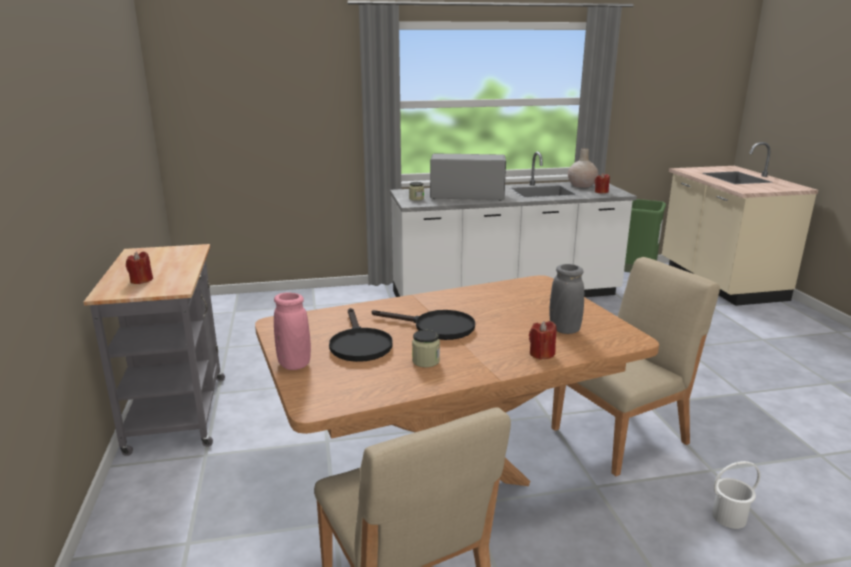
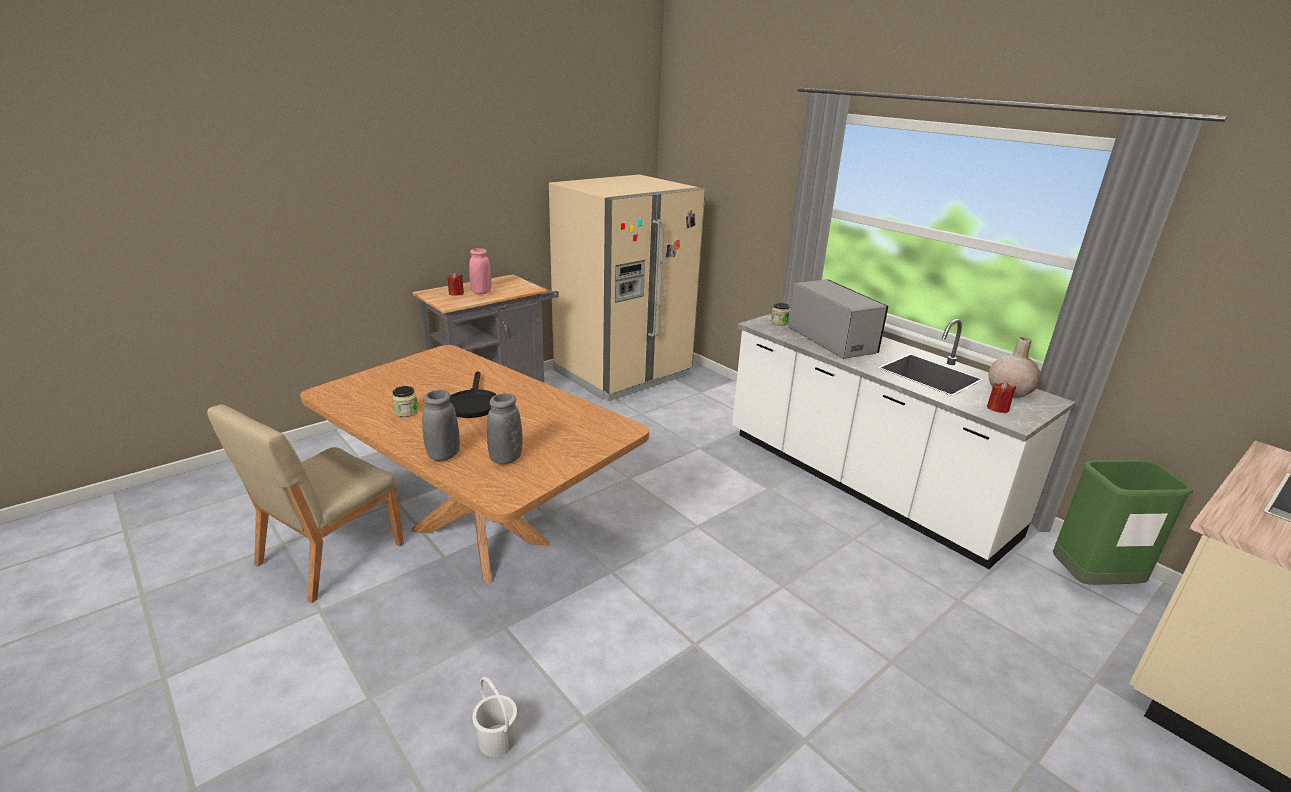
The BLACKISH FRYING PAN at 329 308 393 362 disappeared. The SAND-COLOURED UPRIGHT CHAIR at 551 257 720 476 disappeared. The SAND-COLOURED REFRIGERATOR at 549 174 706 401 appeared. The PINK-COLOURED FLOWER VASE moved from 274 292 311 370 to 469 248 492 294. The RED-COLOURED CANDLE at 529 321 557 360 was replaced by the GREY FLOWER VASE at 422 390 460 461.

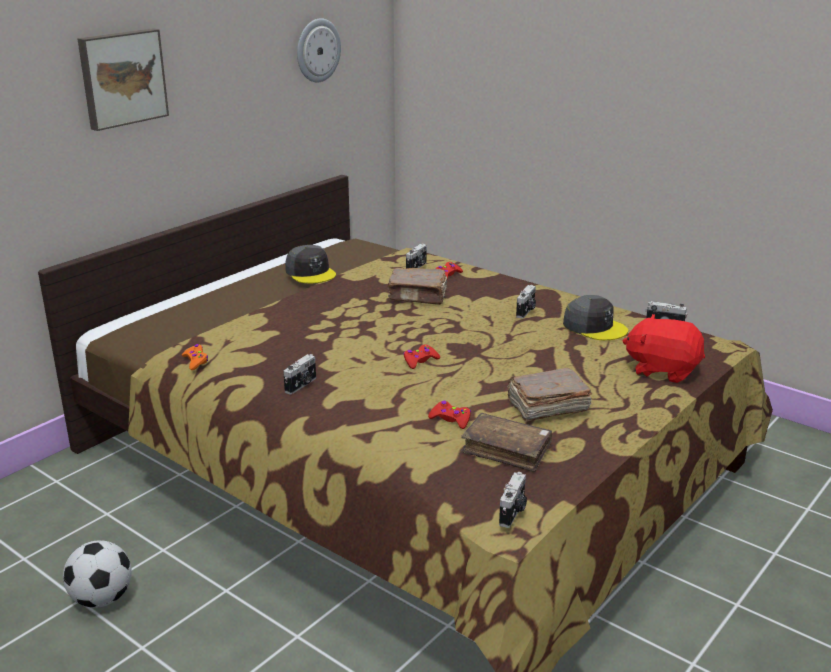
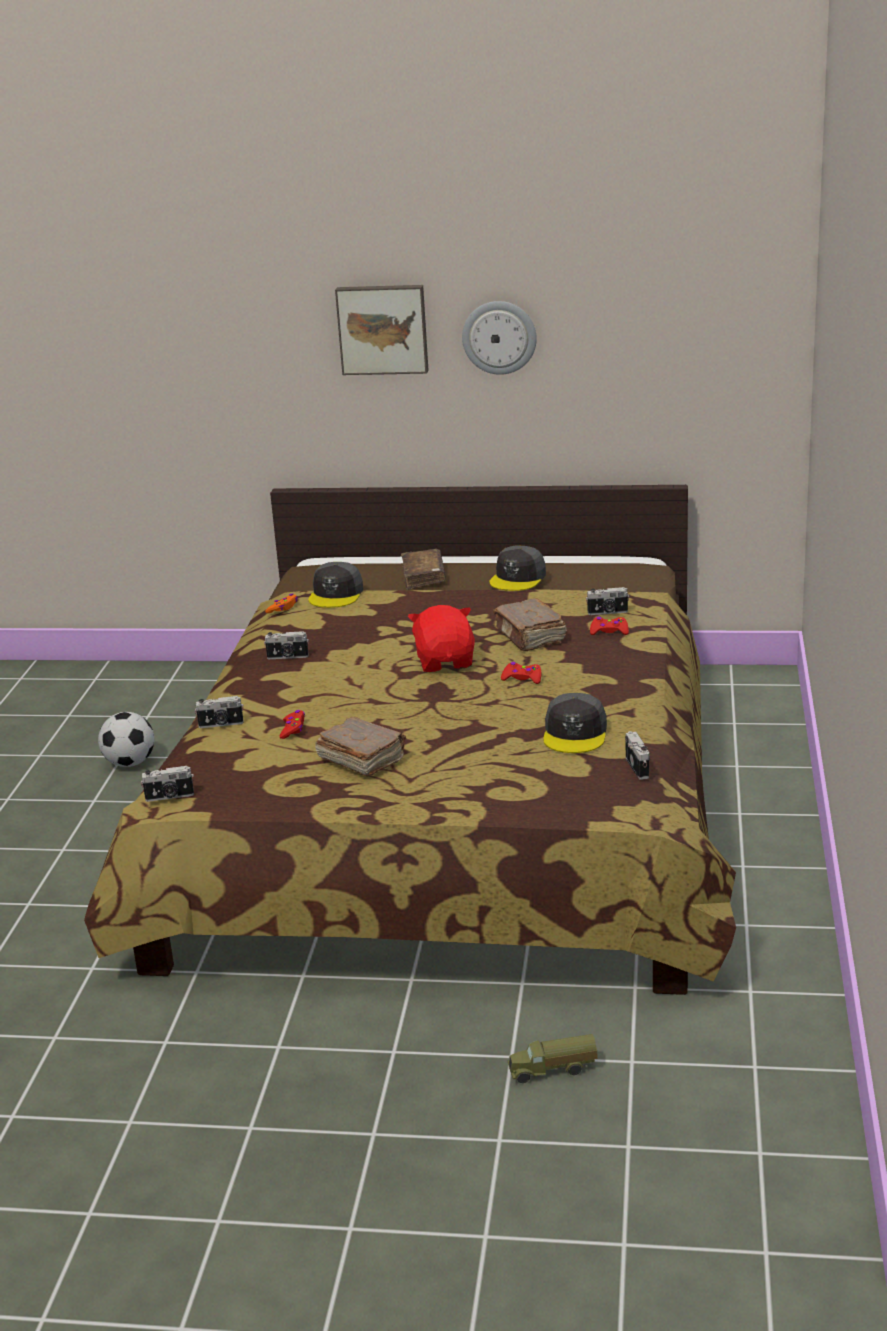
The GREY CAP at 308 562 363 608 appeared. The TOY LORRY at 507 1034 597 1083 appeared. The HANGING CLOCK moved from 297 18 341 82 to 462 301 537 375. The RED-COLOURED GAMEPAD moved from 403 344 440 369 to 501 662 541 684. The BROWN BOOK moved from 461 413 552 472 to 401 549 446 590. The STILL CAMERA moved from 516 285 536 318 to 195 696 243 728. The RED-COLOURED SOFT TOY moved from 623 314 705 383 to 408 605 475 672.

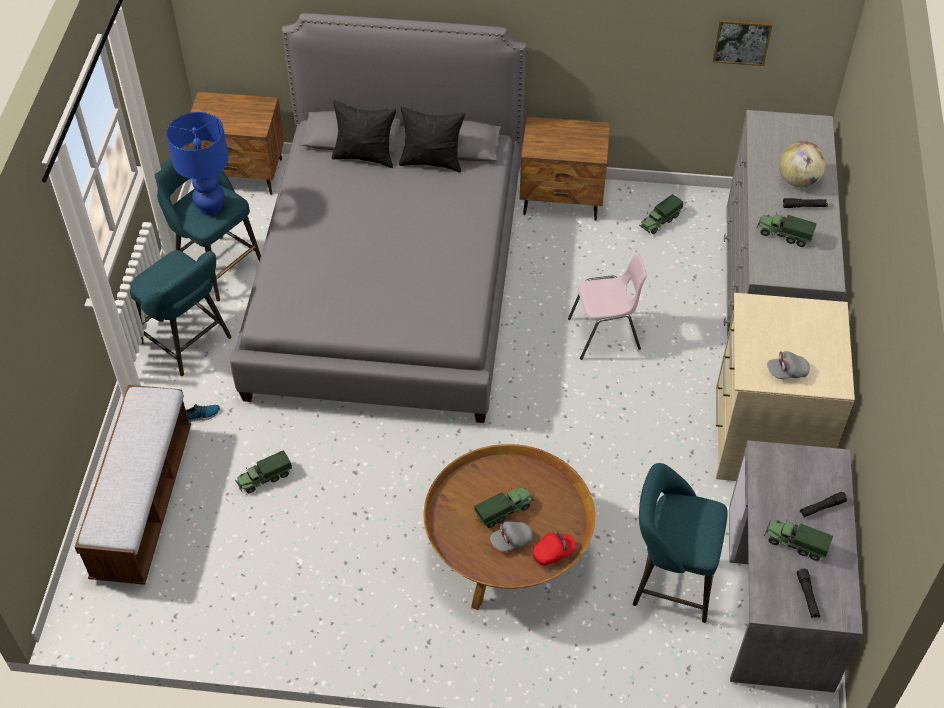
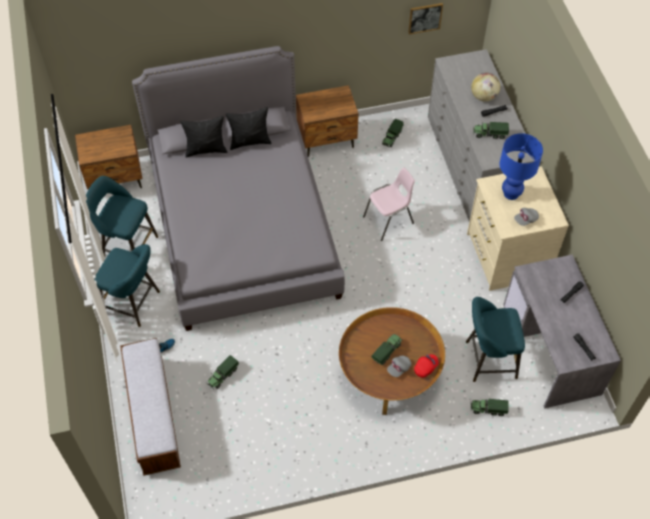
The BLUE-COLOURED TABLETOP LAMP moved from 166 112 229 215 to 500 133 543 200. The TOY LORRY moved from 764 519 833 561 to 471 399 509 416.

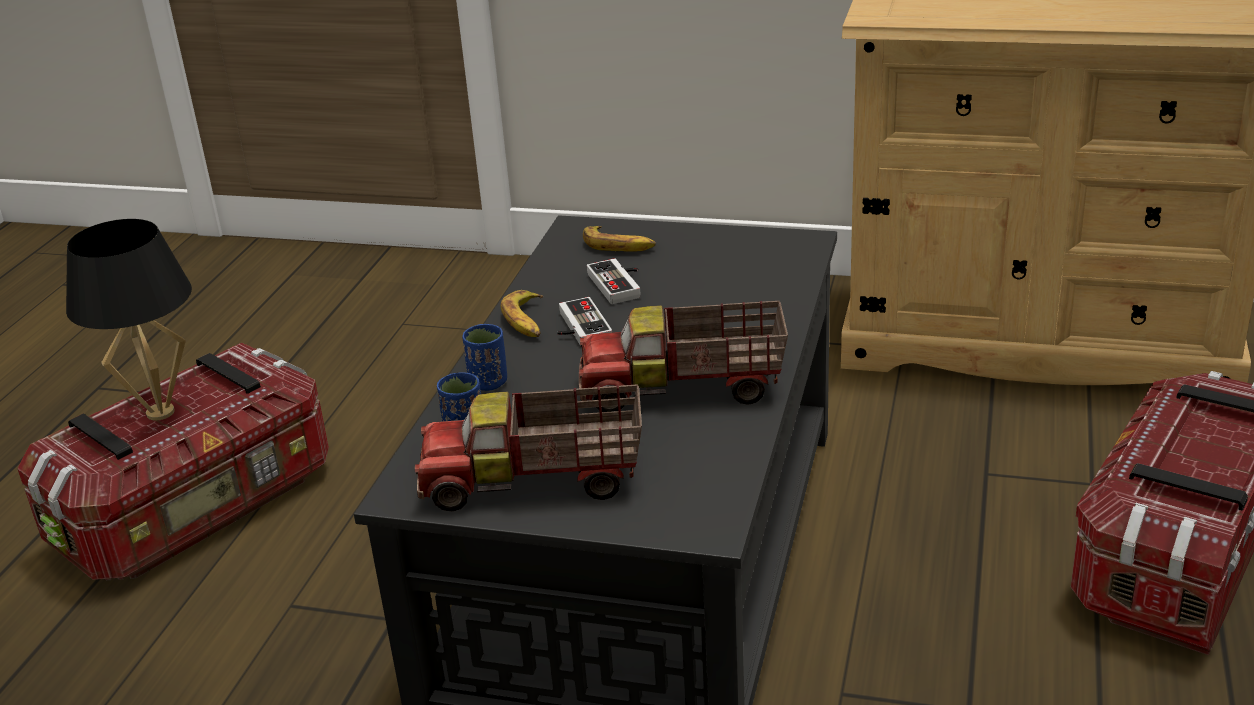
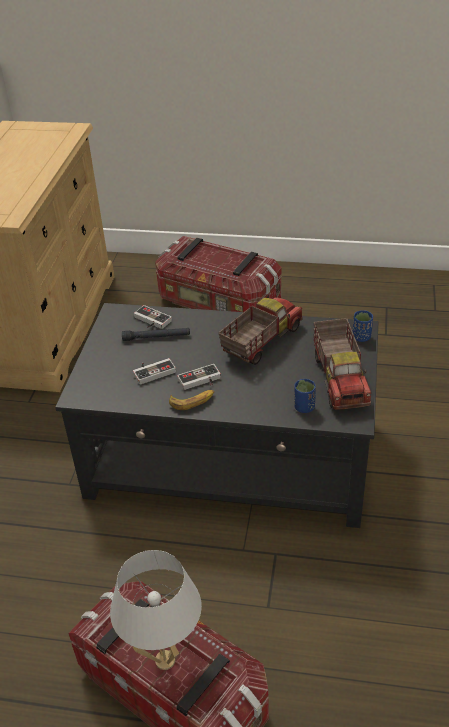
The BANANA FRUIT at 583 226 656 252 disappeared. The BLACKISH TORCH at 122 328 190 341 appeared. The GAMEPAD at 134 305 172 329 appeared. The BLUE-COLOURED DRINKING CUP moved from 462 324 507 391 to 353 310 373 342. The BLACKISH TABLETOP LAMP at 66 219 192 420 became the WHITISH TABLETOP LAMP at 110 550 202 670. The TOY LORRY at 579 301 788 412 turned 135 degrees counterclockwise.

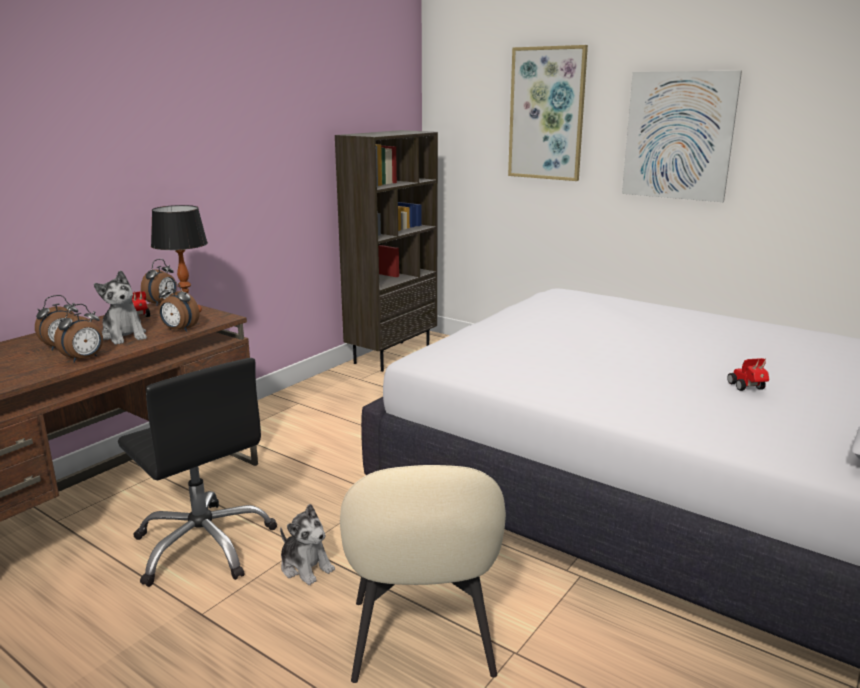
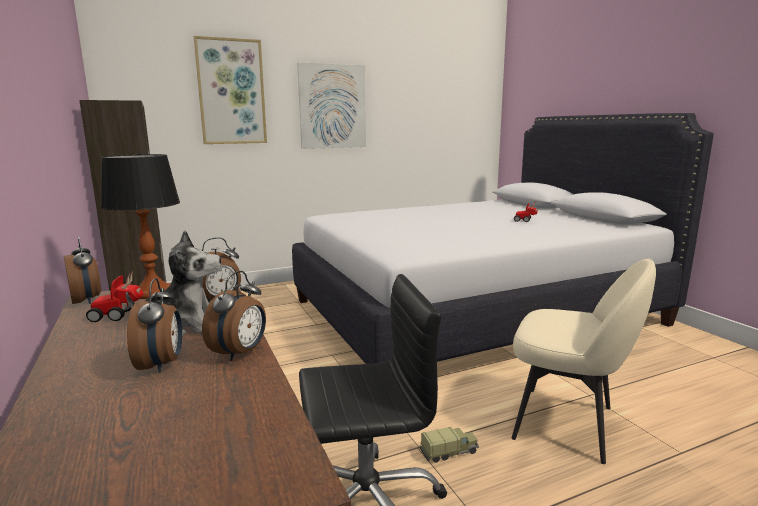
The SOFT TOY at 280 504 335 585 was replaced by the TOY LORRY at 420 427 479 463. The TABLE CLOCK at 54 304 103 363 turned 45 degrees clockwise.

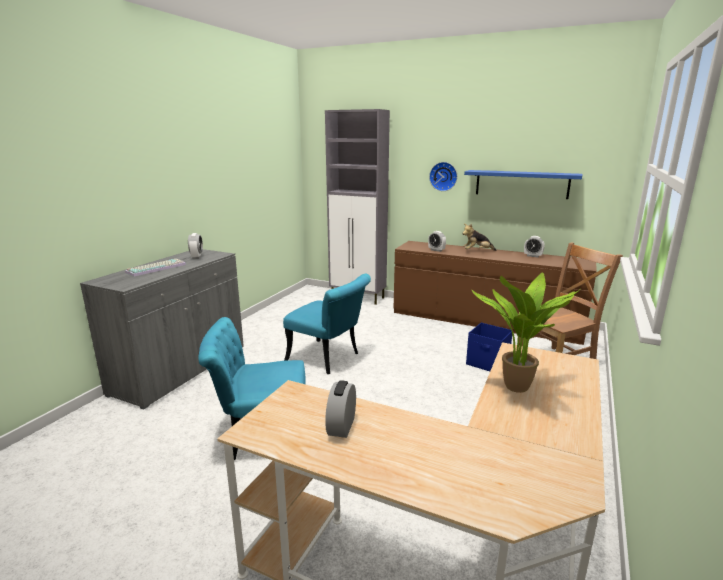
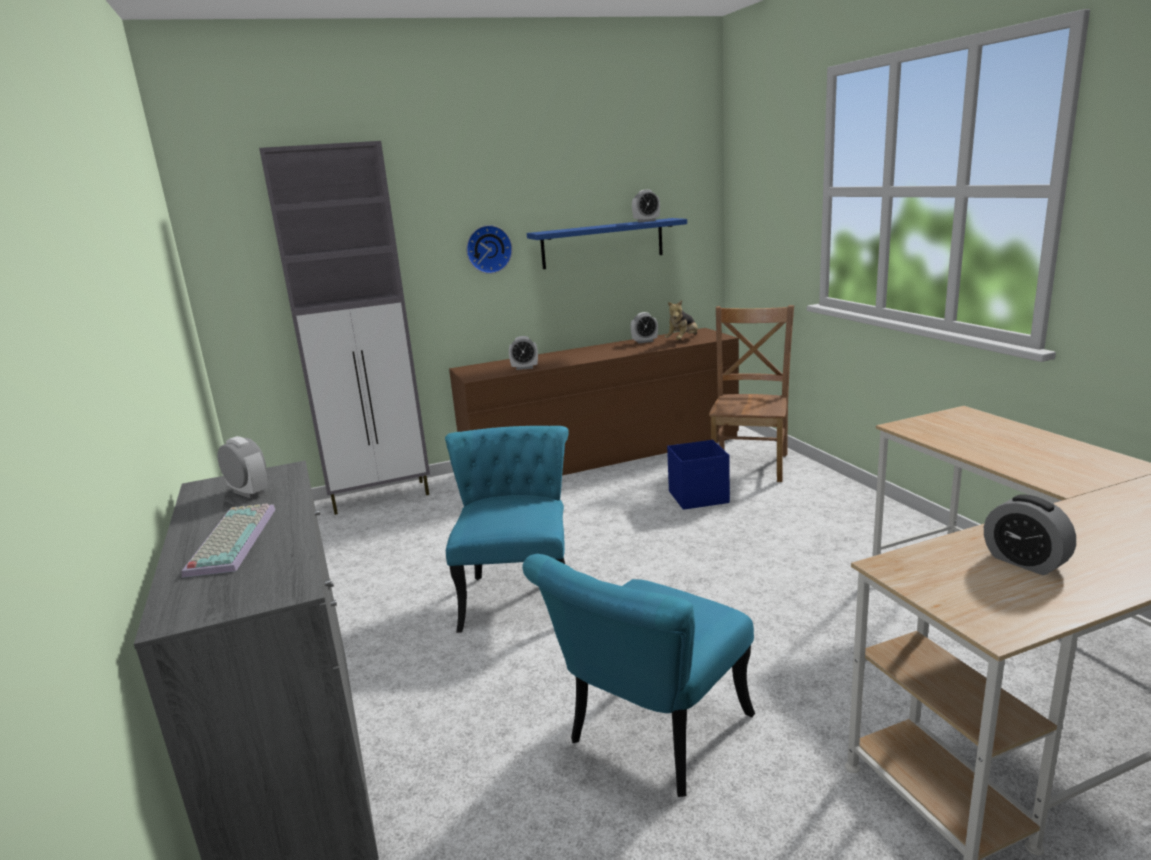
The PLANT IN A POT at 471 272 579 393 disappeared. The TABLE CLOCK at 632 190 660 222 appeared. The SOFT TOY moved from 462 224 496 251 to 665 300 698 340. The BLUE-GREEN UPRIGHT CHAIR at 283 274 371 374 turned 75 degrees counterclockwise.

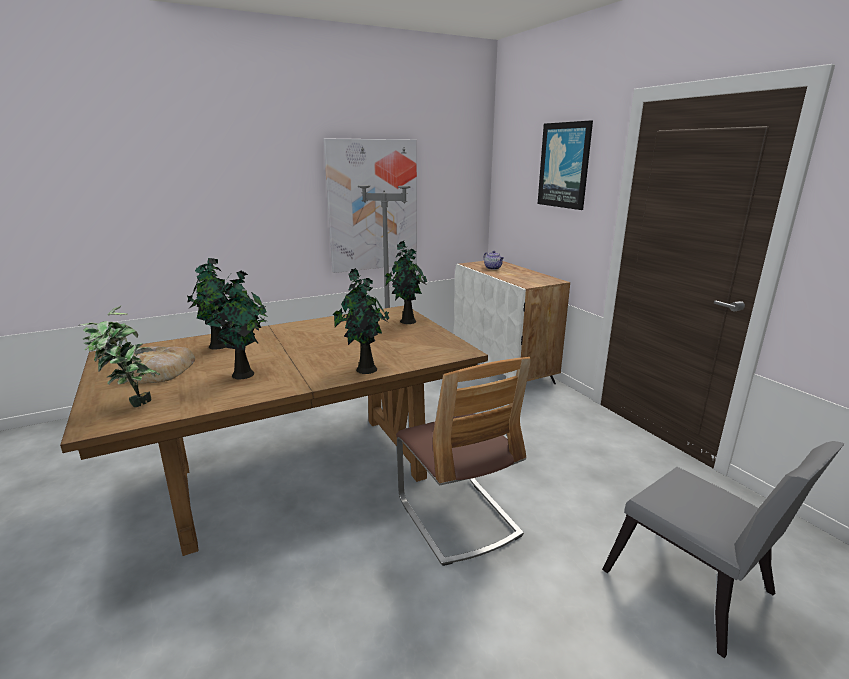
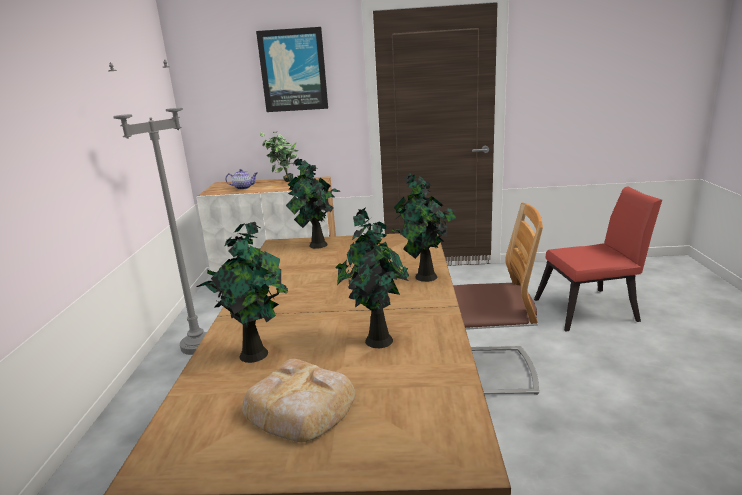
The WALL ART at 323 139 417 273 disappeared. The PLANT IN A POT moved from 78 305 160 407 to 260 131 298 182. The GREY UPRIGHT CHAIR at 602 441 845 658 became the RED-COLOURED UPRIGHT CHAIR at 534 186 662 331.

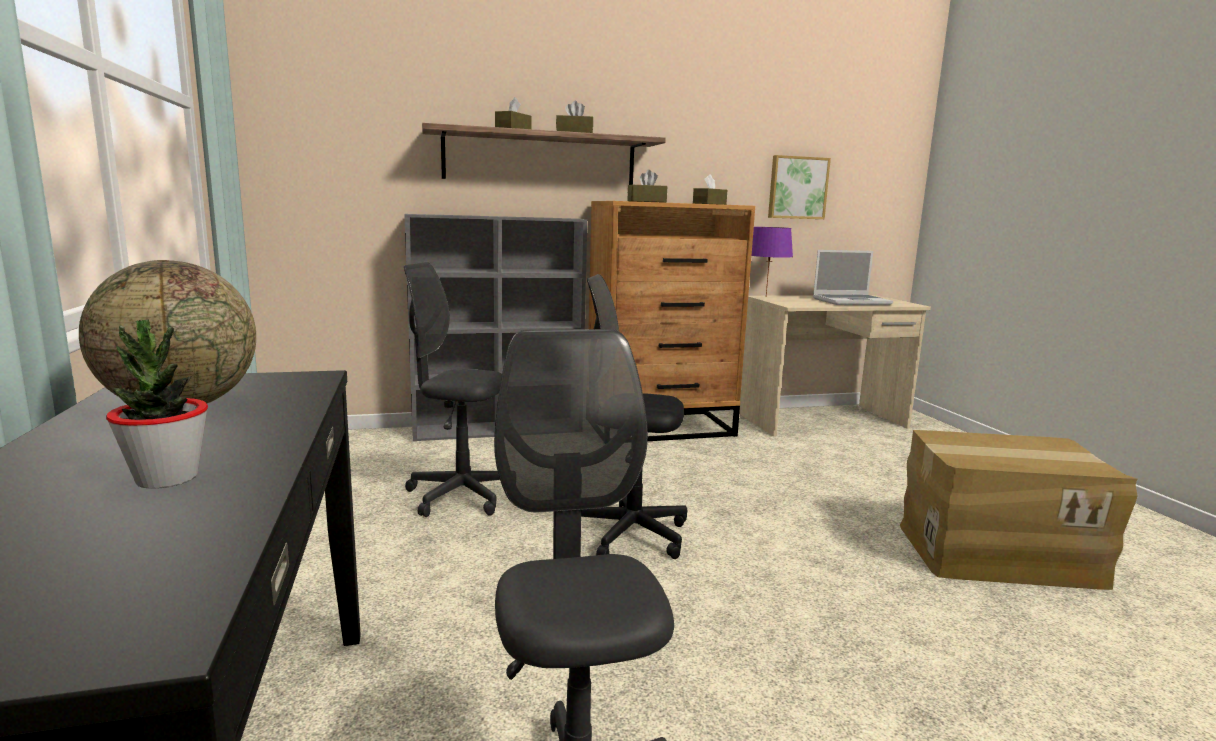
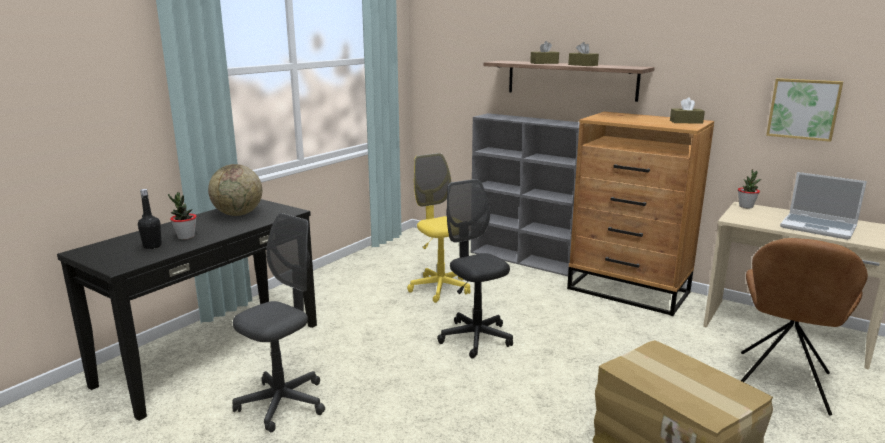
The BROWN TISSUE BOX at 627 169 667 202 disappeared. The BLACKISH DRINK BOTTLE at 138 189 162 249 appeared. The BROWN UPRIGHT CHAIR at 741 238 868 416 appeared. The PURPLISH TABLETOP LAMP at 752 227 793 296 was replaced by the PLANT IN A POT at 738 169 761 208. The GREY COMPUTER CHAIR at 404 262 502 517 became the YELLOWISH COMPUTER CHAIR at 407 153 471 303.

